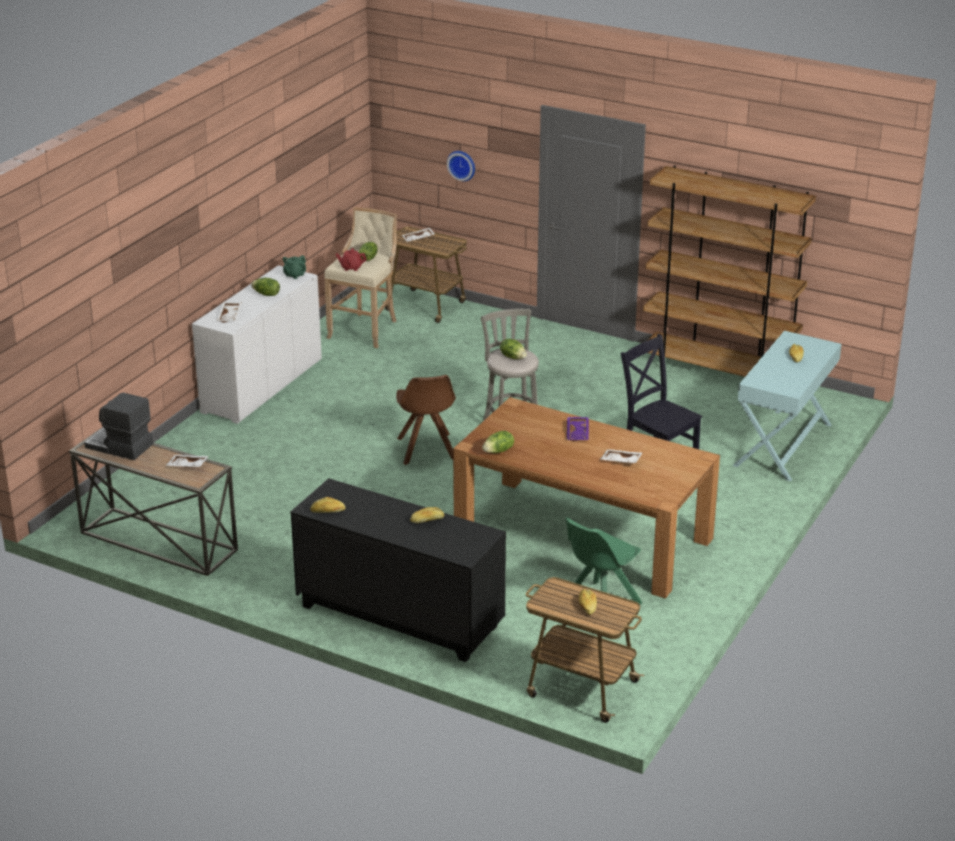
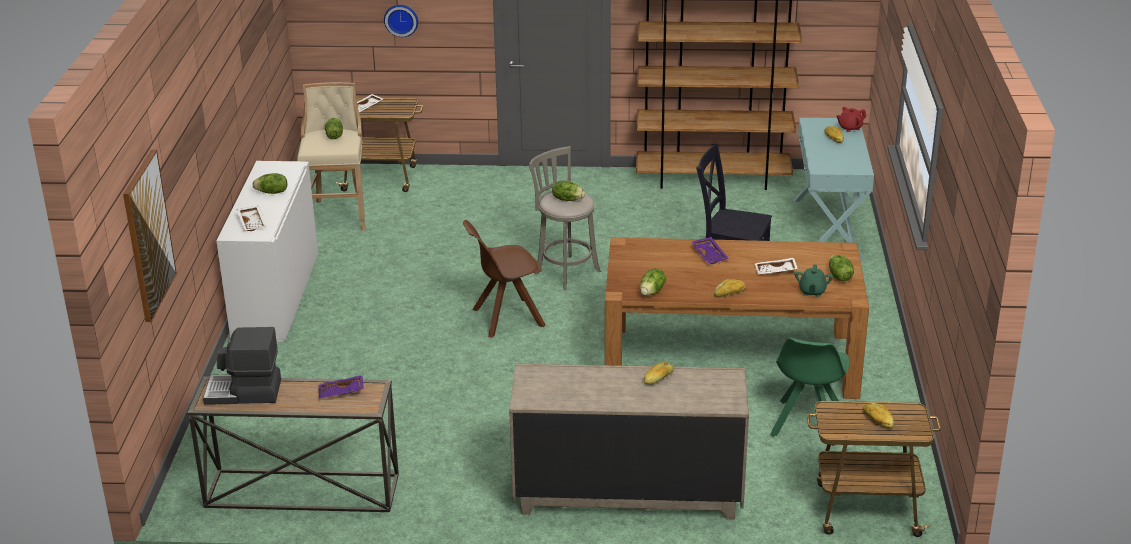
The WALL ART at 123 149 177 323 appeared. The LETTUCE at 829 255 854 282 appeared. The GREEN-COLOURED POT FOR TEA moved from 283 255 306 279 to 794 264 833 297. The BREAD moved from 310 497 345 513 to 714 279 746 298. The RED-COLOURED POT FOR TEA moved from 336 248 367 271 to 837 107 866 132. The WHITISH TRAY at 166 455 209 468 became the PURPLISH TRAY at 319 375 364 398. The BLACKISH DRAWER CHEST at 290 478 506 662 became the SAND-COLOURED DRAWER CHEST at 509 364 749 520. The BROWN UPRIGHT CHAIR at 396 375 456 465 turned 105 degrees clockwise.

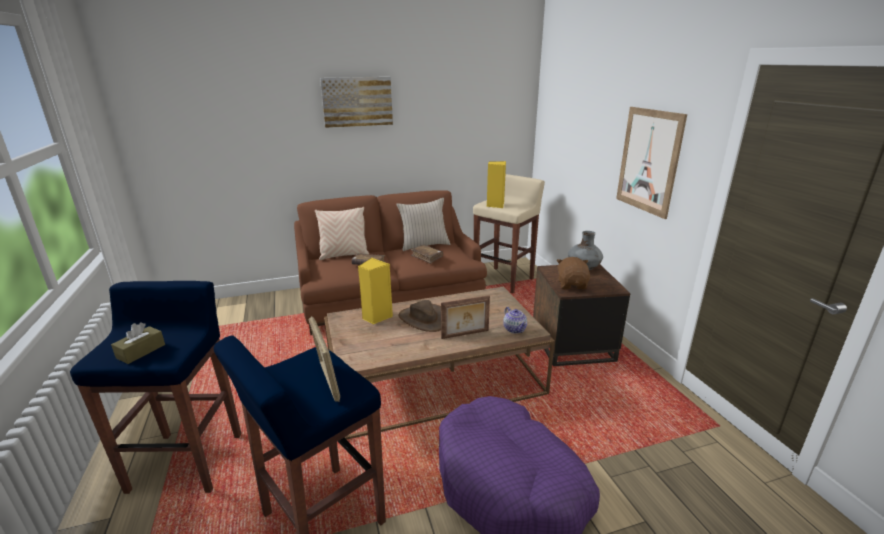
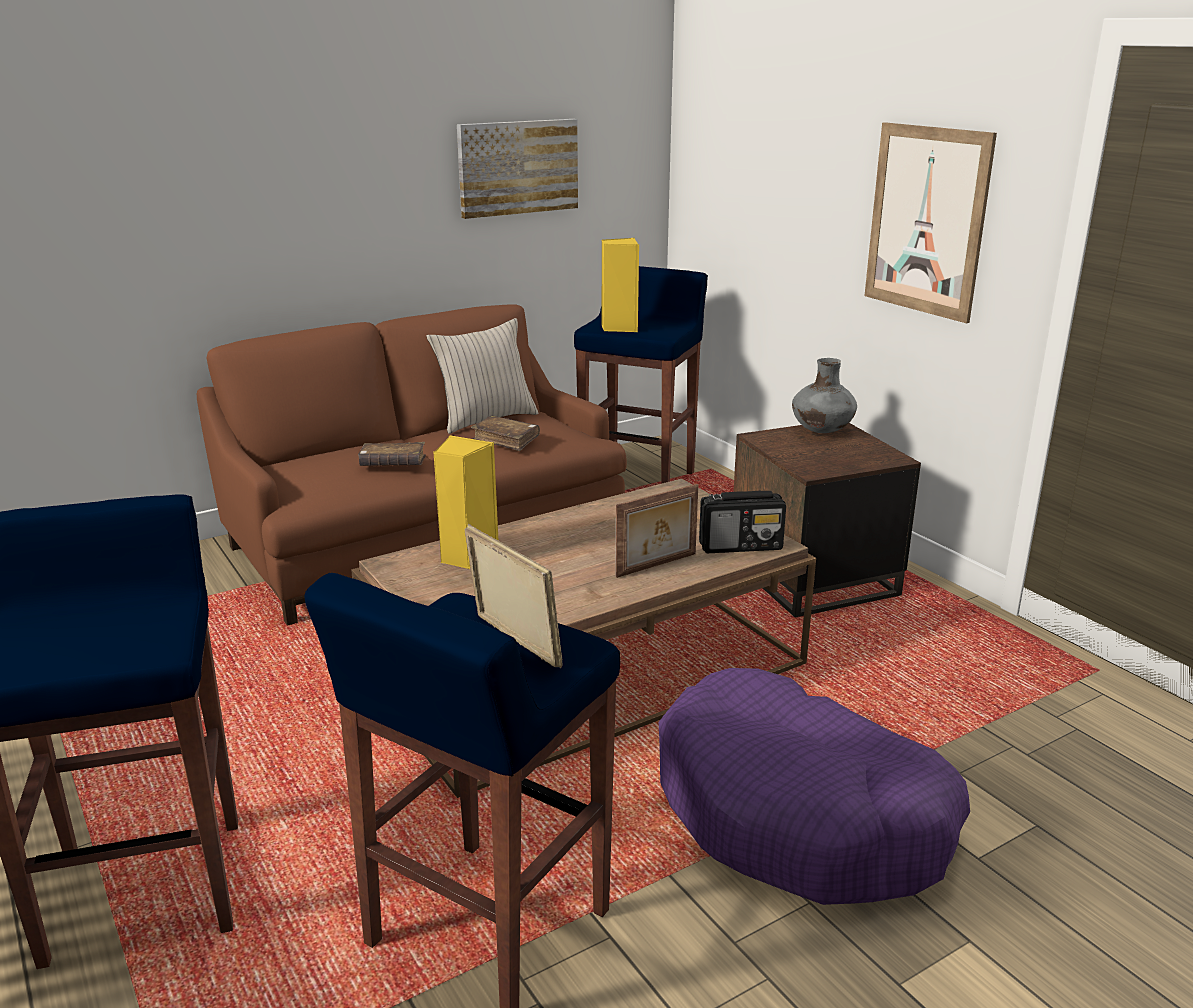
The BROWN TISSUE BOX at 111 323 165 364 disappeared. The SAND-COLOURED CUSHION at 315 207 369 260 disappeared. The BROWN WEARABLE HAT at 399 300 441 332 disappeared. The BROWN SOFT TOY at 556 257 590 290 disappeared. The WALL ART moved from 320 77 393 128 to 457 119 578 219. The POT FOR TEA at 503 307 527 334 was replaced by the RADIO SET at 699 491 786 553. The SAND-COLOURED SITTING STOOL at 473 174 545 294 became the BLUE-COLOURED SITTING STOOL at 574 266 708 484.

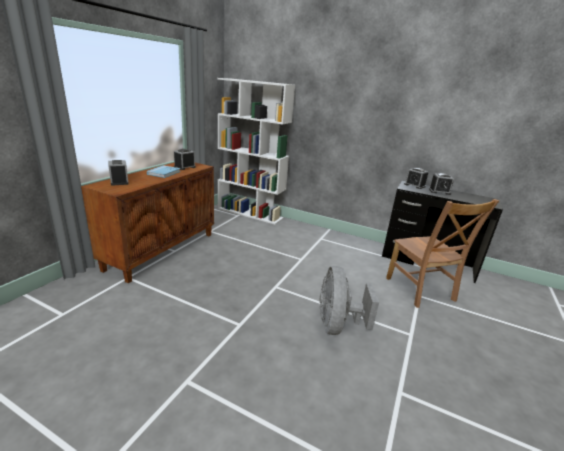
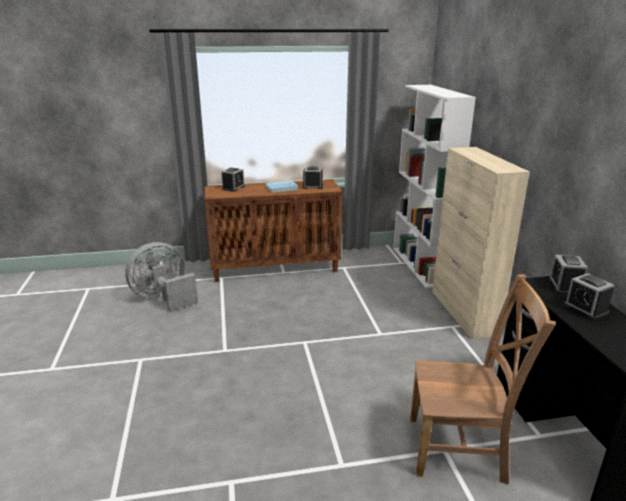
The SAND-COLOURED STORAGE CABINET at 432 147 530 339 appeared. The GREY COOLING FAN moved from 320 266 379 335 to 125 242 198 311. The BROWN UPRIGHT CHAIR at 386 199 500 308 turned 120 degrees counterclockwise.

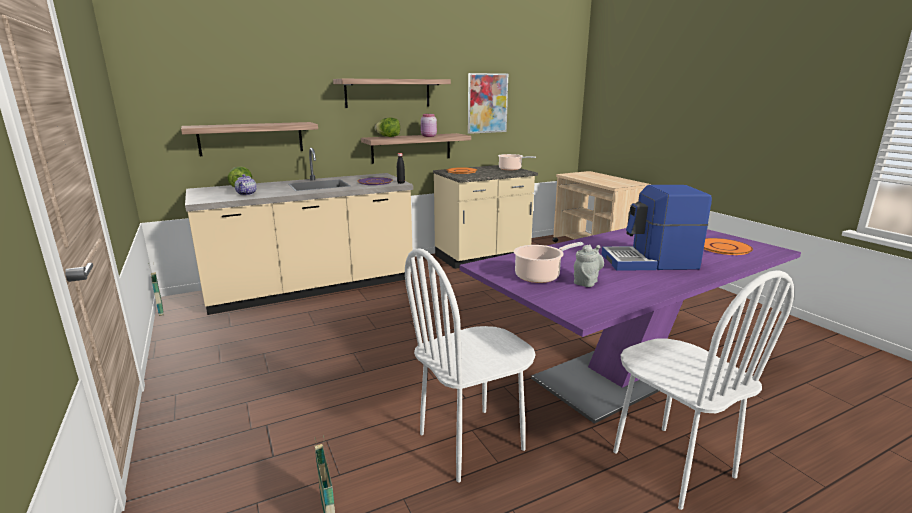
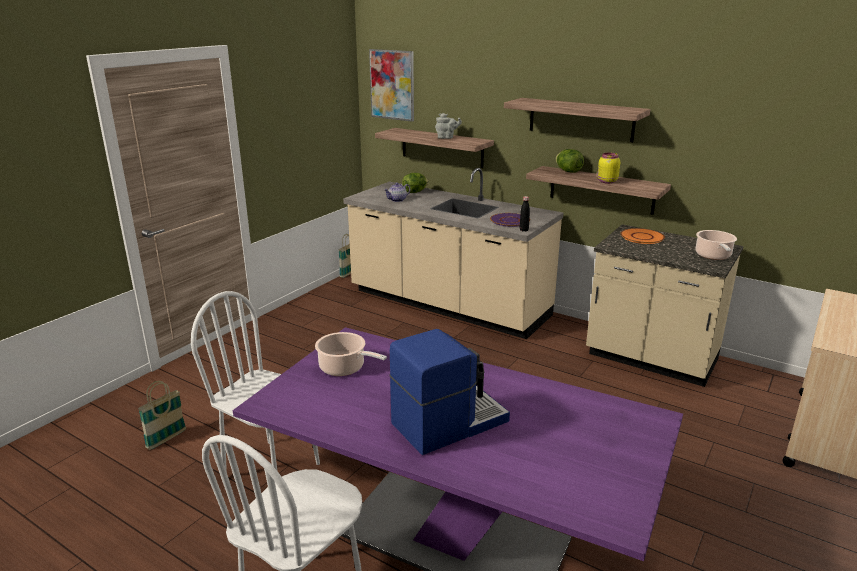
The ORANGEY FLAT DISH at 704 238 753 255 disappeared. The WALL ART moved from 468 73 508 134 to 369 49 414 122. The GREY POT FOR TEA moved from 574 244 604 287 to 435 113 462 139. The PINK-COLOURED JAR at 421 114 437 137 became the YELLOWISH JAR at 597 153 620 184. The COFFEE MACHINE at 602 185 712 271 turned 90 degrees clockwise.

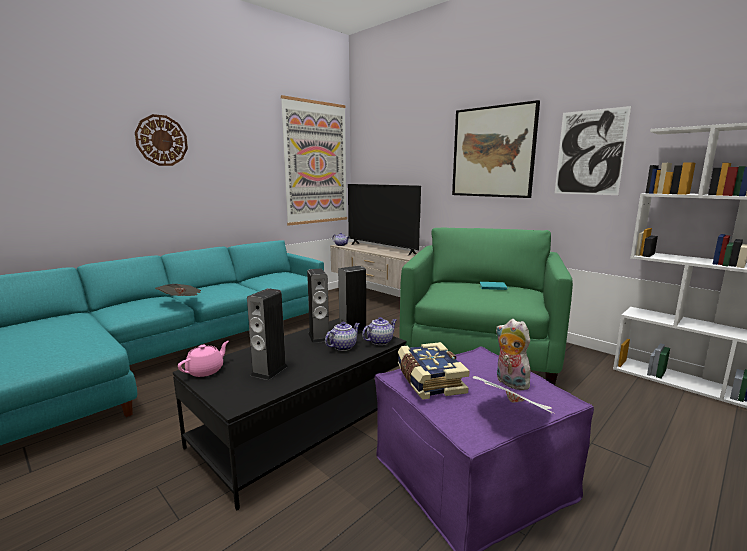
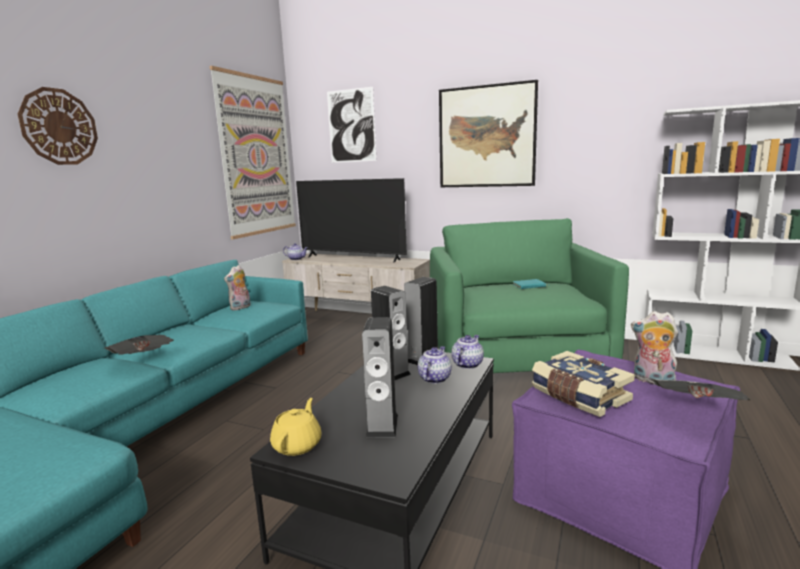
The SOFT TOY at 224 265 250 310 appeared. The WALL ART moved from 555 106 631 195 to 327 87 377 163. The PINK-COLOURED POT FOR TEA at 178 341 229 377 became the YELLOWISH POT FOR TEA at 270 398 321 456.

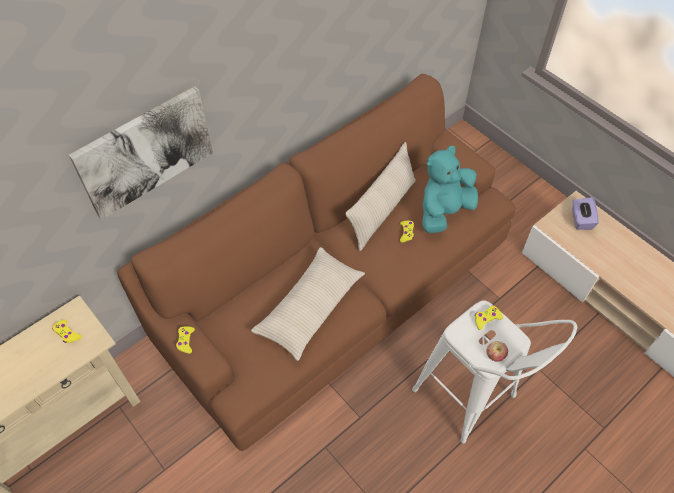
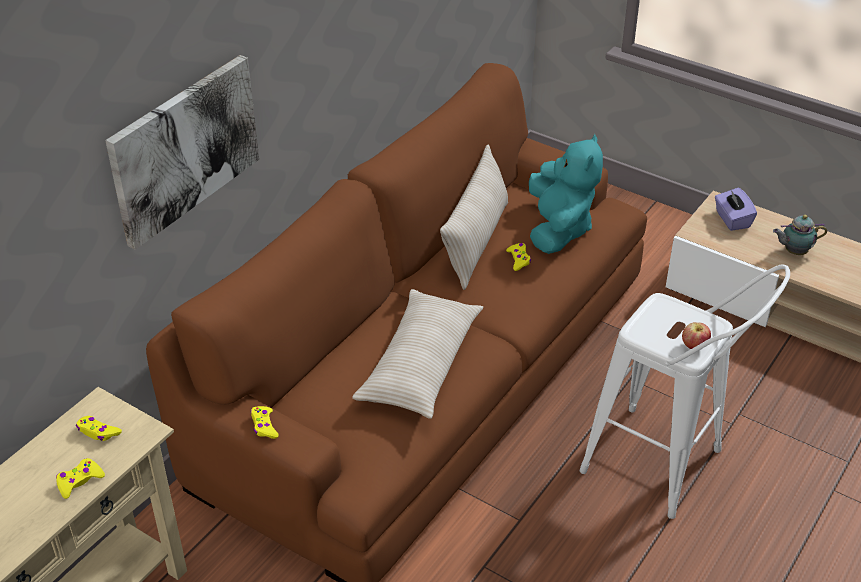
The POT FOR TEA at 773 215 827 255 appeared. The YELLOWISH GAMEPAD moved from 475 305 503 330 to 56 458 105 499. The BLUE-GREEN SOFT TOY at 422 146 478 233 turned 150 degrees clockwise.

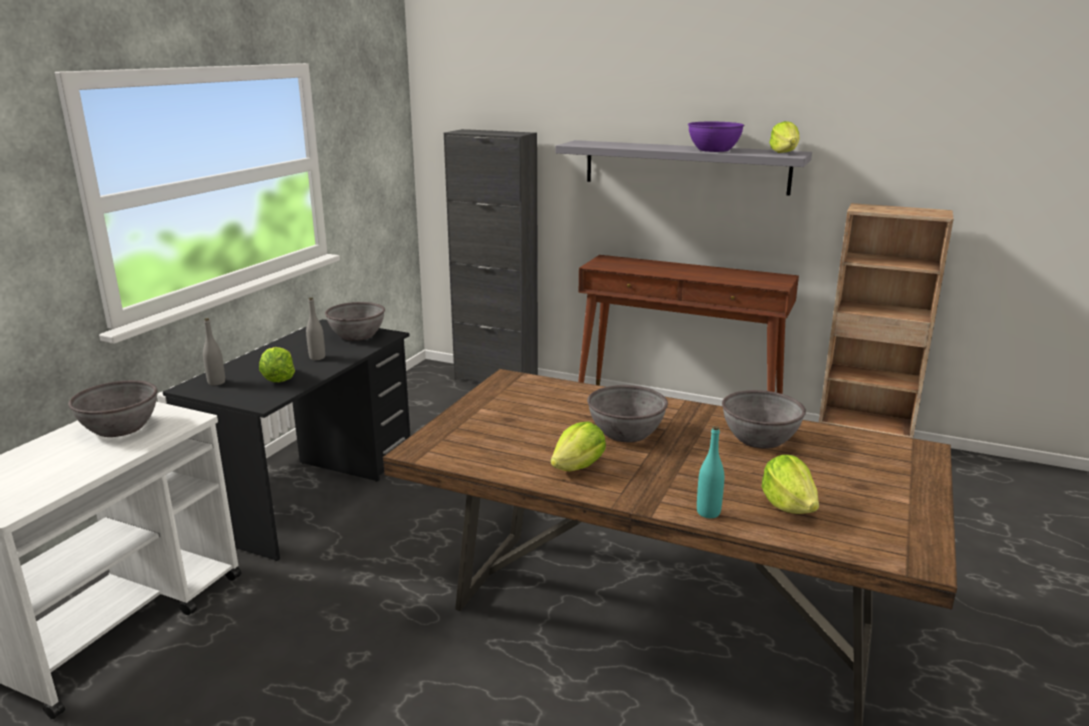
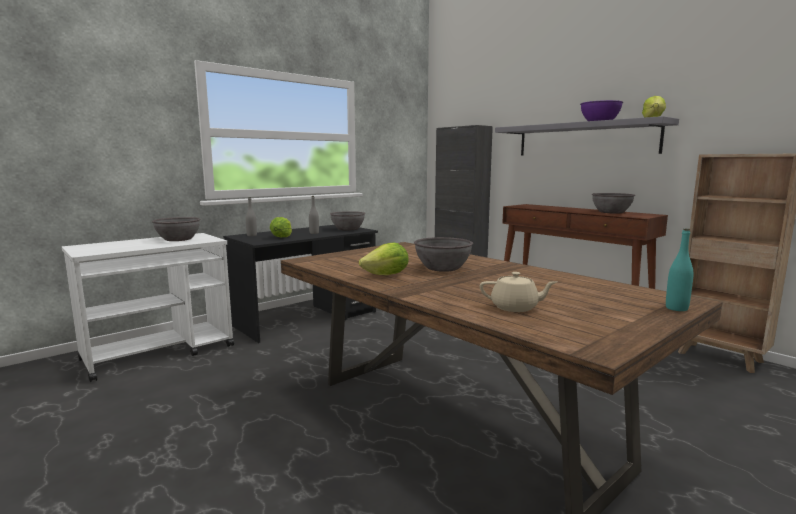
The BLUE-GREEN DRINK BOTTLE moved from 697 426 724 518 to 666 229 693 311. The GREY BOWL moved from 722 390 806 449 to 592 193 635 213. The LETTUCE at 761 455 819 514 was replaced by the SAND-COLOURED POT FOR TEA at 480 272 557 312.

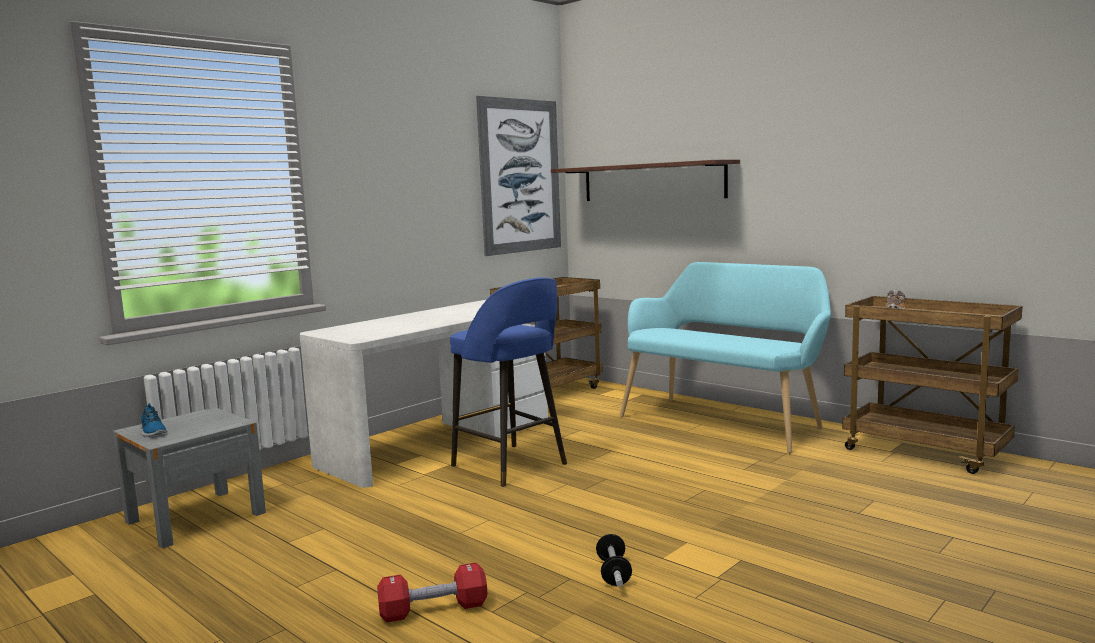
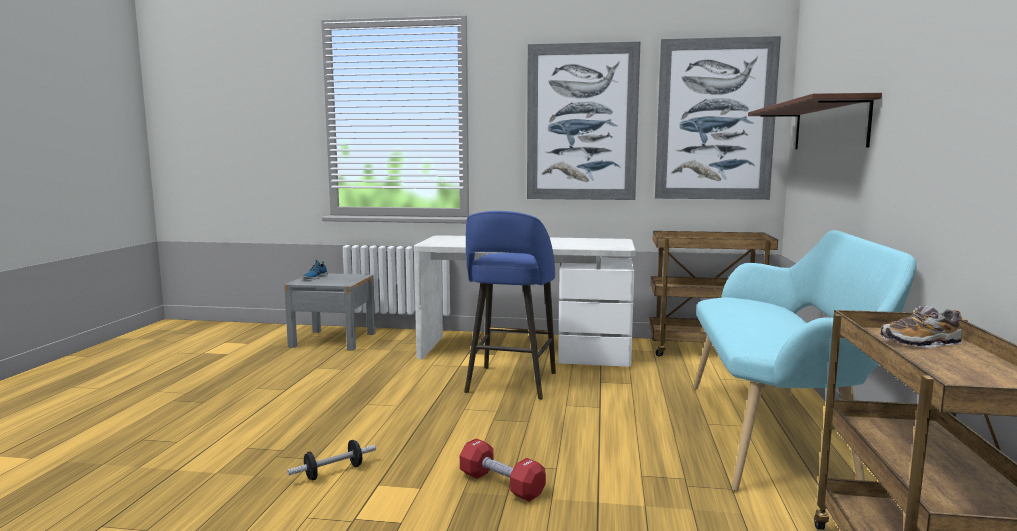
The WALL ART at 527 41 641 200 appeared. The RED-COLOURED FREE WEIGHT moved from 377 563 487 622 to 460 438 546 502.

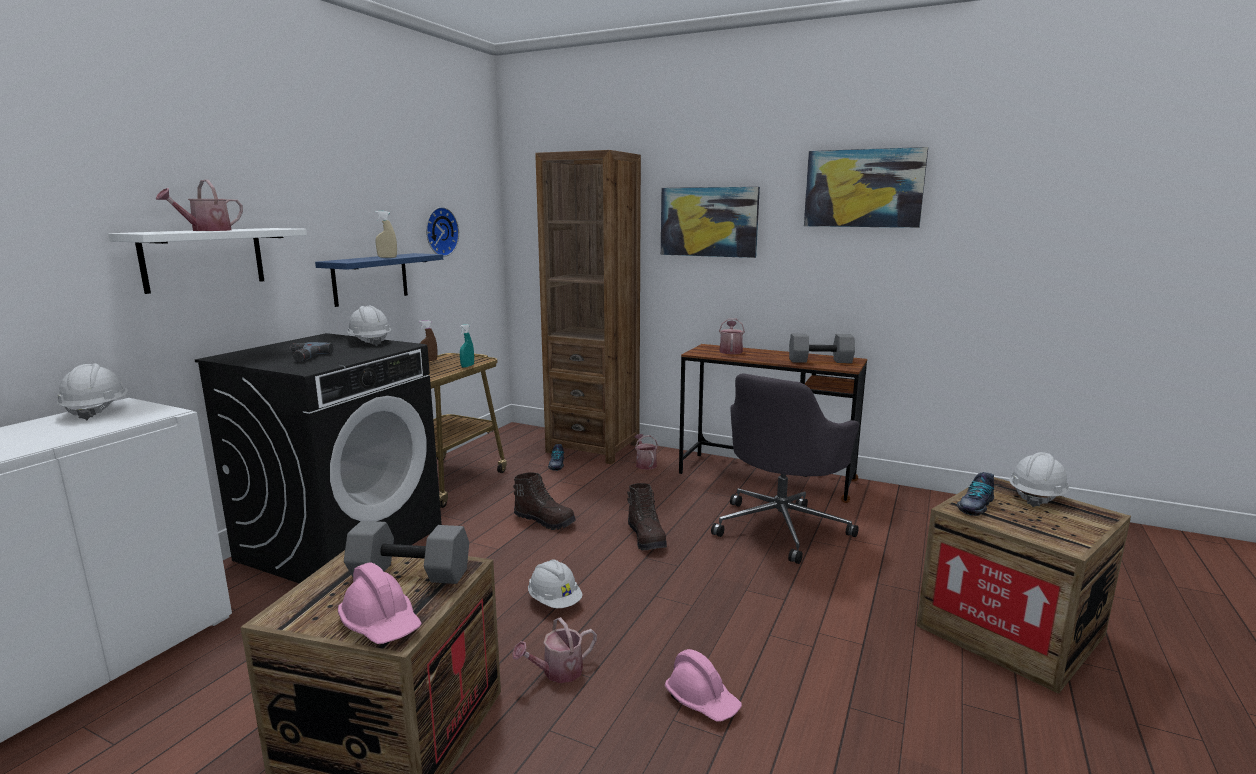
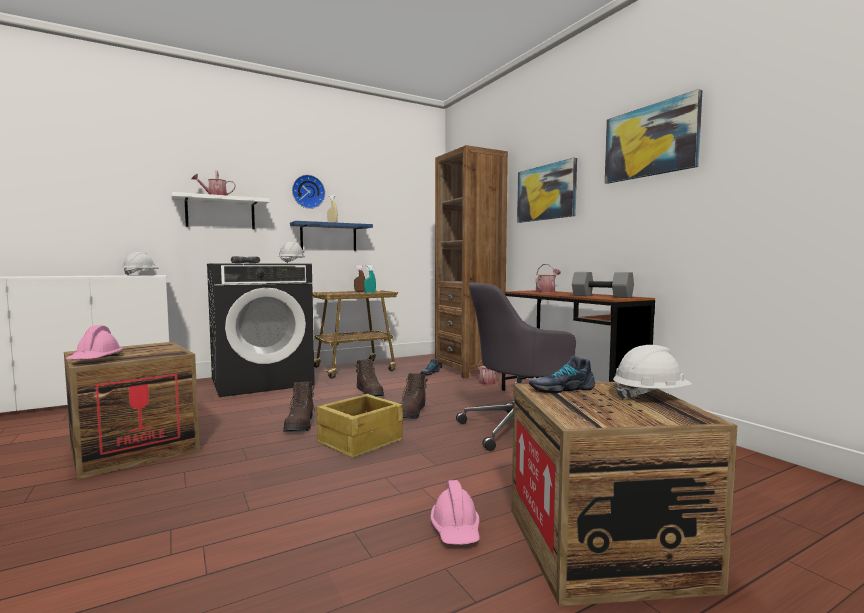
The GREY FREE WEIGHT at 344 521 469 584 disappeared. The SPRINKLING CAN at 512 617 597 683 disappeared. The SHIPPING CRATE at 317 394 403 458 appeared. The HANGING CLOCK moved from 426 207 459 257 to 292 175 325 209. The PINK-COLOURED SAFETY HELMET moved from 665 649 742 722 to 430 480 480 545. The WHITISH SAFETY HELMET at 528 559 583 608 was replaced by the BROWN TALL BOOT at 283 382 316 432.

